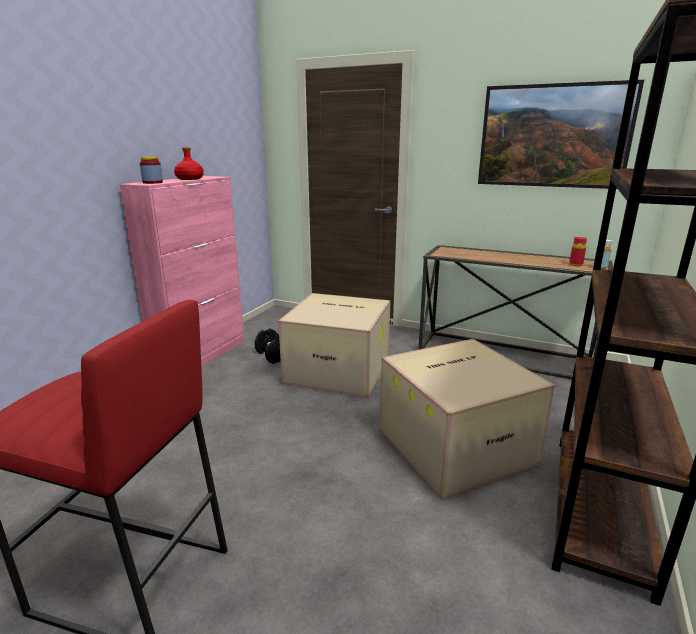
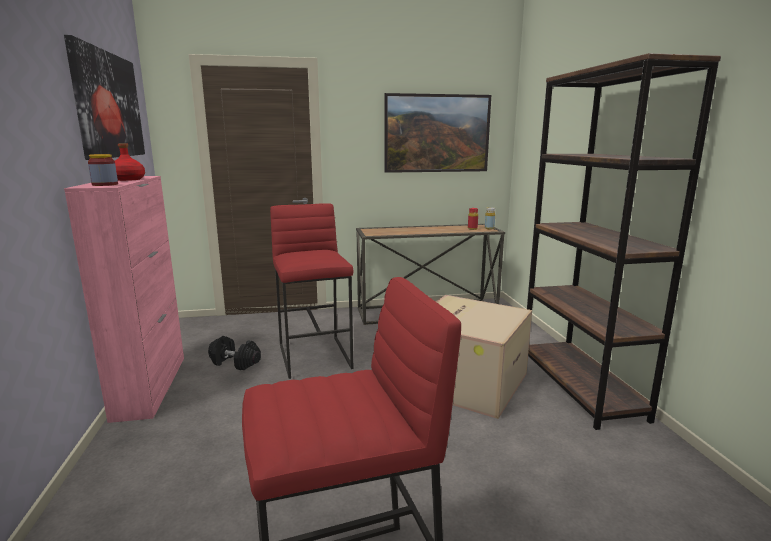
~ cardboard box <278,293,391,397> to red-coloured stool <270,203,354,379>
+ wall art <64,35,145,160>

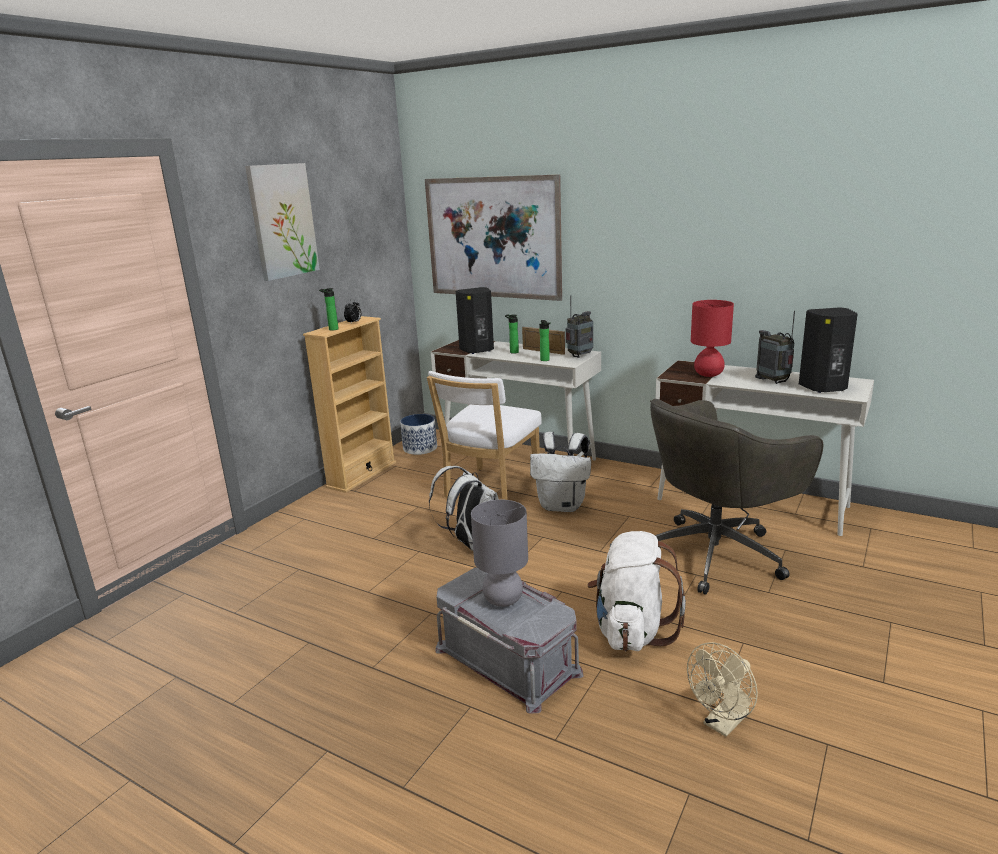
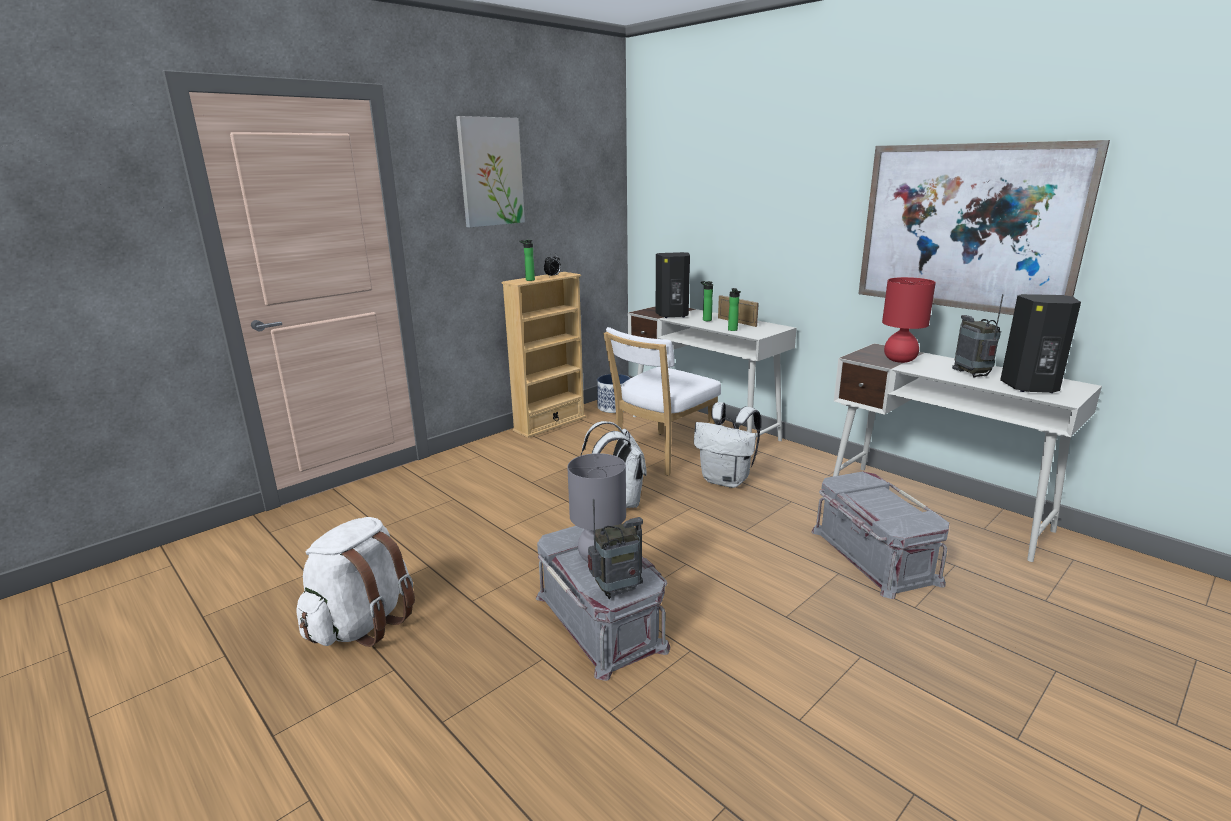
~ wall art <425,174,562,301> to <858,140,1110,315>
~ radio set <566,295,593,358> to <588,499,643,599>
~ greyish desk chair <650,399,823,595> to greyish storage box <811,471,949,599>
~ white-coloured rucksack <587,531,686,651> to <296,517,415,647>
- beige-coloured fan <687,642,758,737>

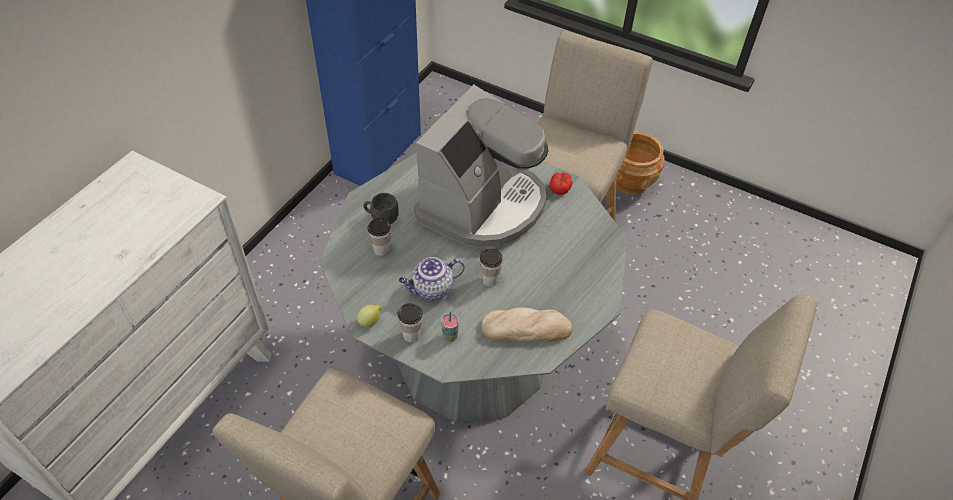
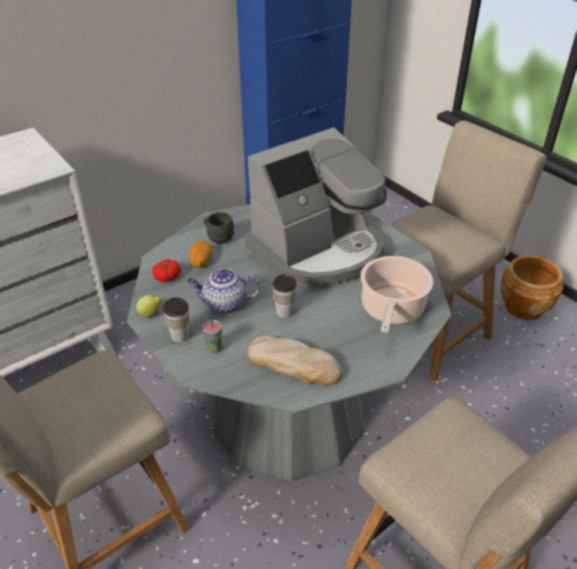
~ tomato <549,173,573,195> to <152,259,181,282>
~ drinking cup <367,218,391,256> to whole potato <190,241,212,268>
+ stockpot <360,256,433,333>

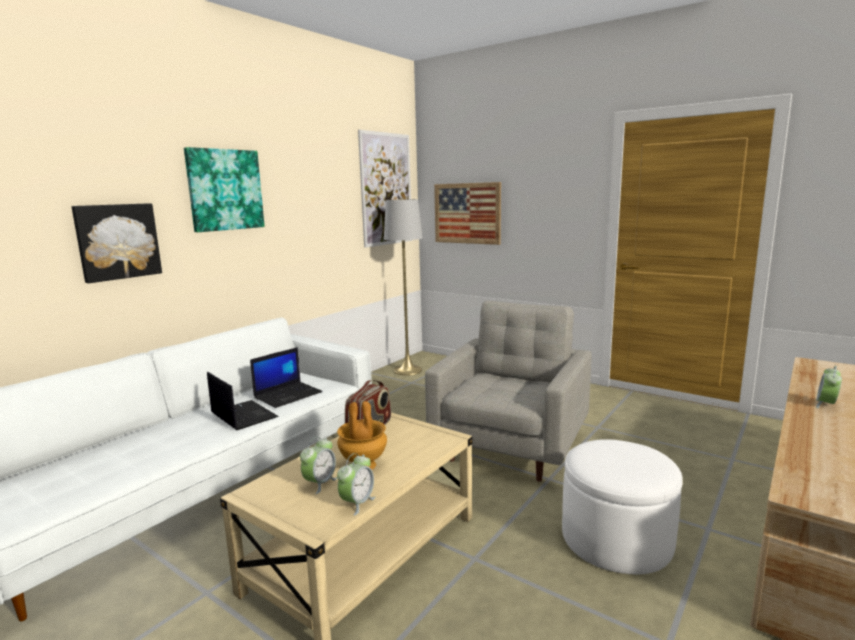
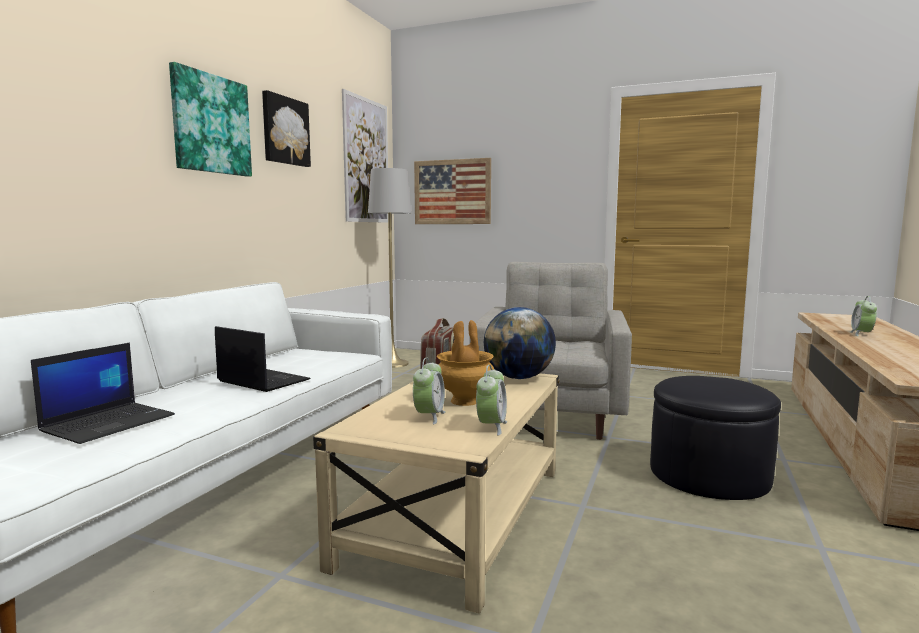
~ wall art <72,203,162,283> to <262,90,311,167>
~ notebook computer <250,347,323,408> to <31,343,175,444>
~ white-coloured footrest <562,439,683,574> to blackish footrest <650,376,781,500>
+ desk globe <484,307,556,379>

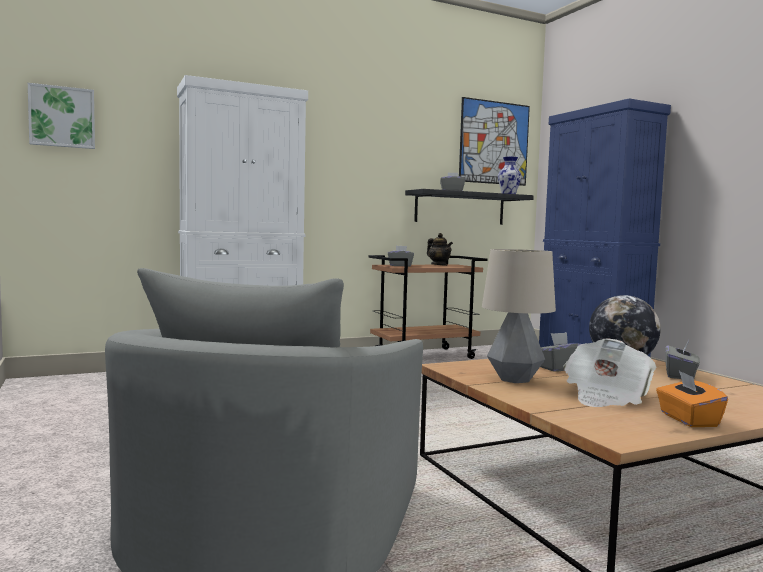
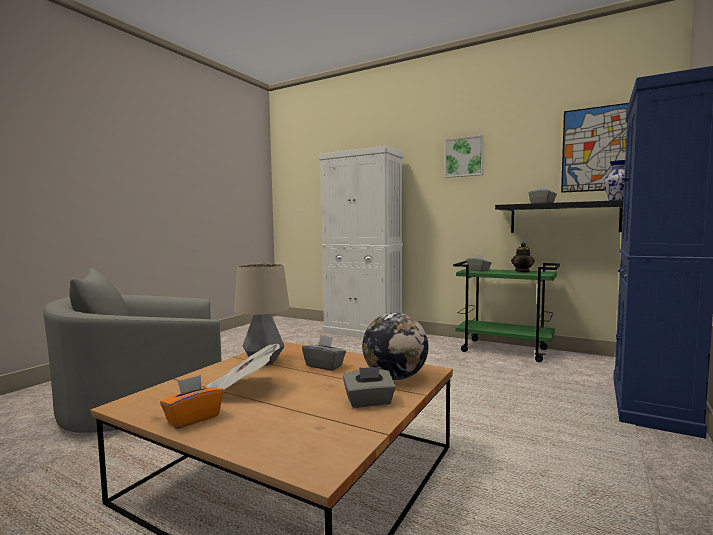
~ wall art <28,83,95,149> to <445,135,484,178>
~ brown cart <368,255,487,359> to green cart <453,261,560,362>

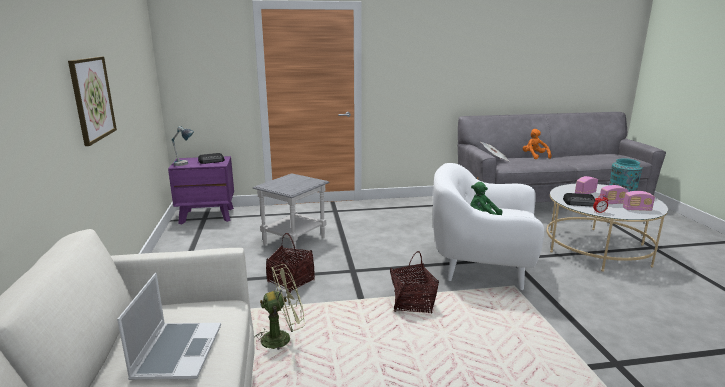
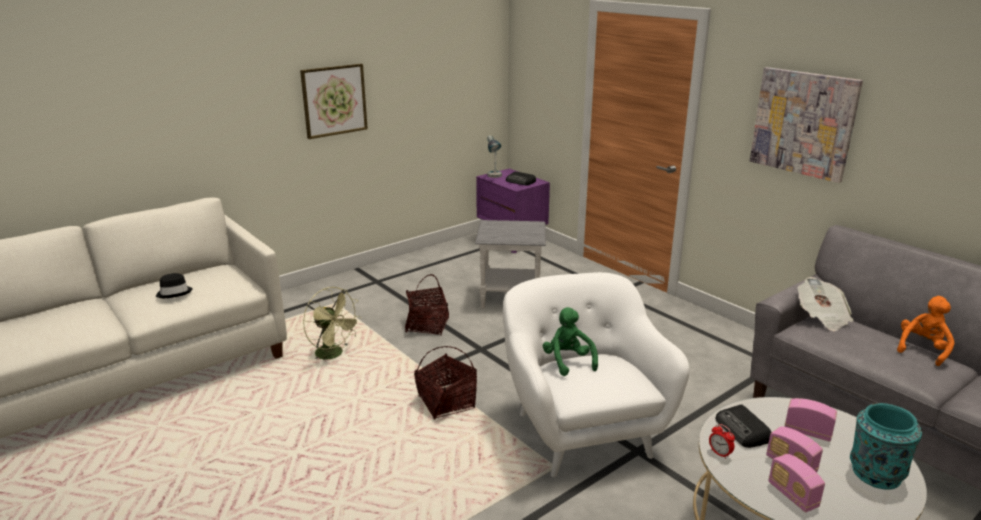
~ notebook computer <117,273,221,380> to blackish clothing hat <156,273,193,298>
+ wall art <750,67,863,183>

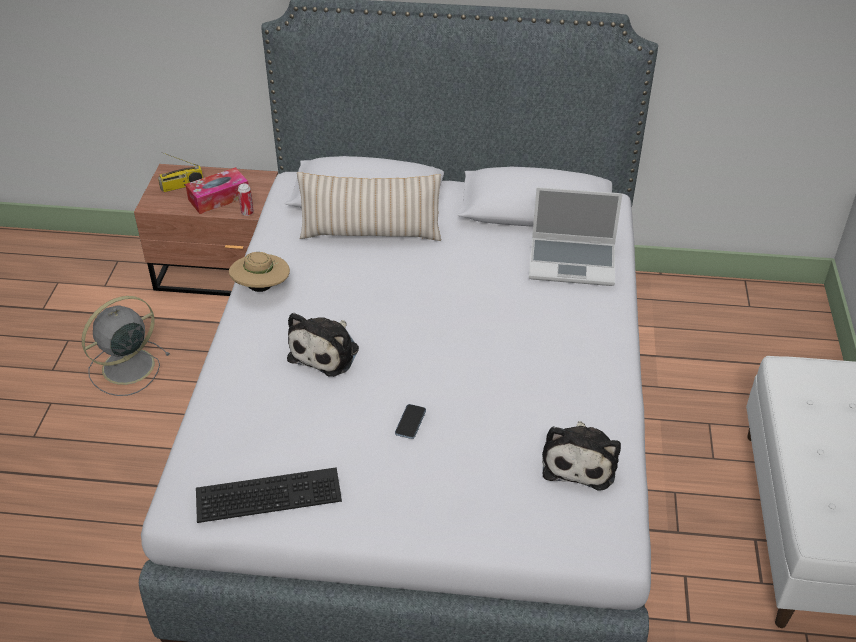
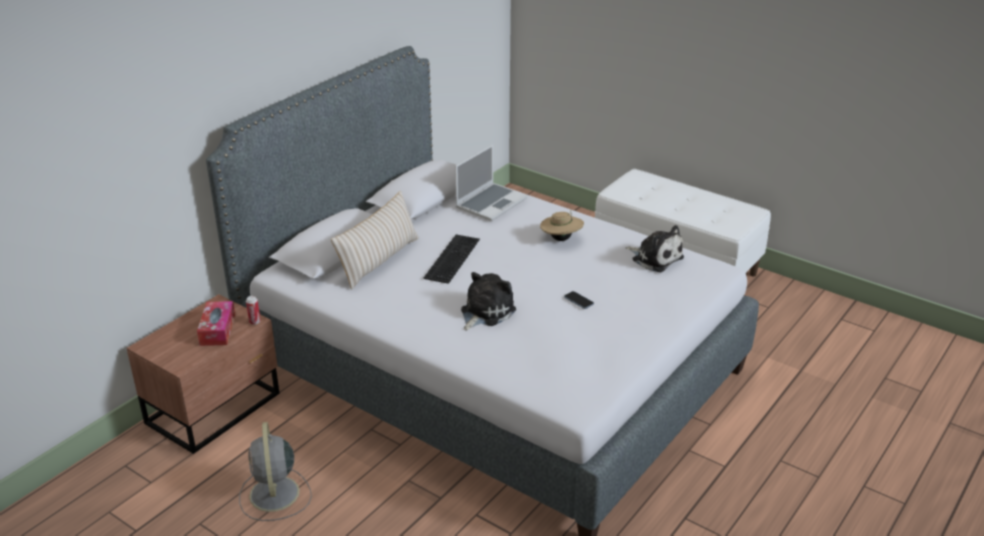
- radio set <158,152,203,192>
~ beige-coloured clothing hat <229,252,290,292> to <540,209,584,241>
~ cuddly toy <287,313,359,377> = <461,272,516,331> 105 degrees counterclockwise
~ computer keyboard <196,467,342,523> to <423,235,480,284>

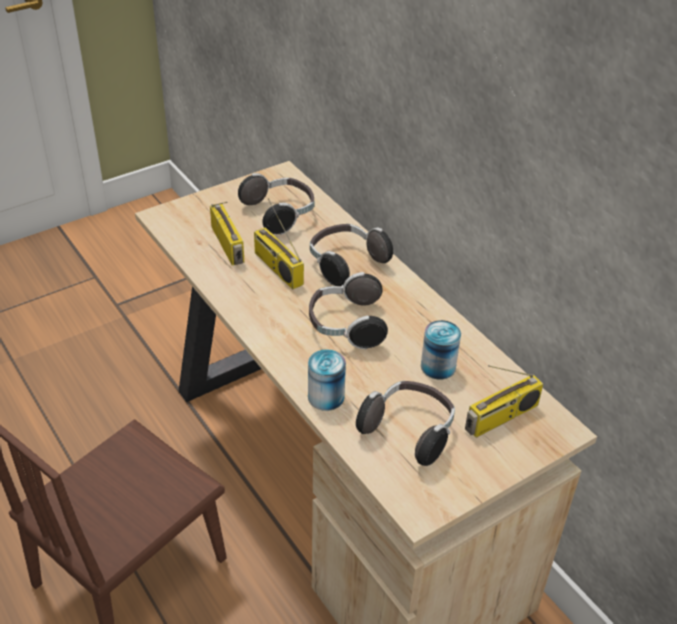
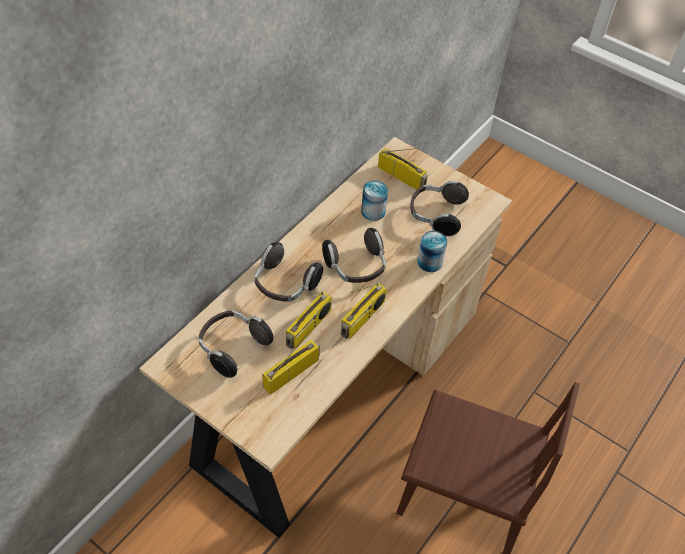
+ radio set <341,282,387,339>

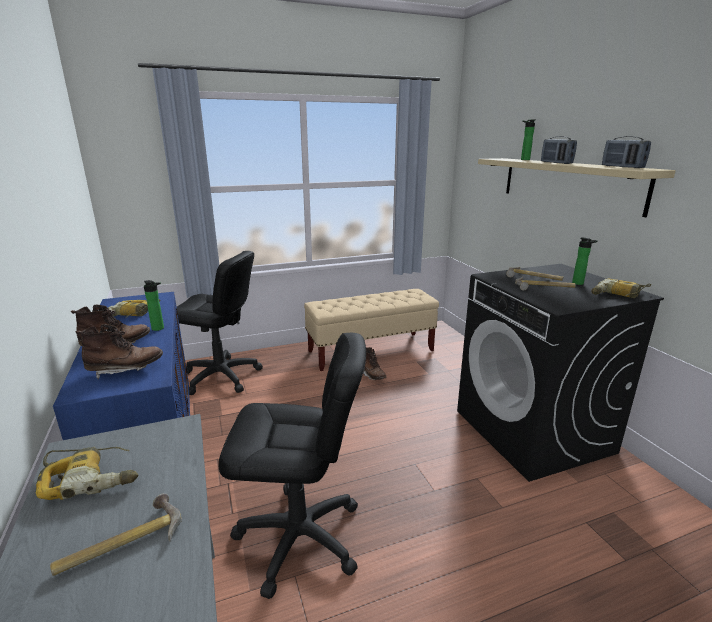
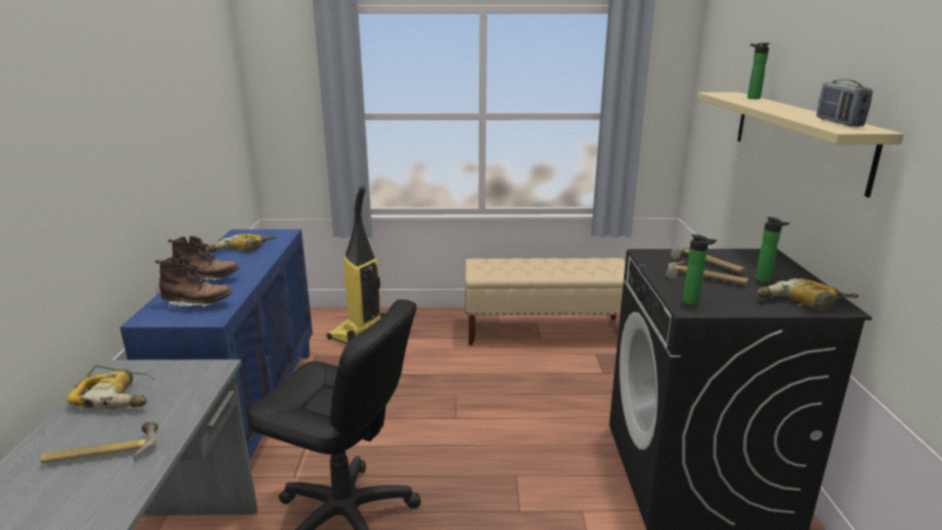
- radio set <541,136,577,164>
~ blackish desk chair <177,251,263,395> to vacuum cleaner <327,186,385,344>
~ beverage bottle <144,280,164,331> to <683,235,717,305>
- brown high-top boot <363,347,386,380>

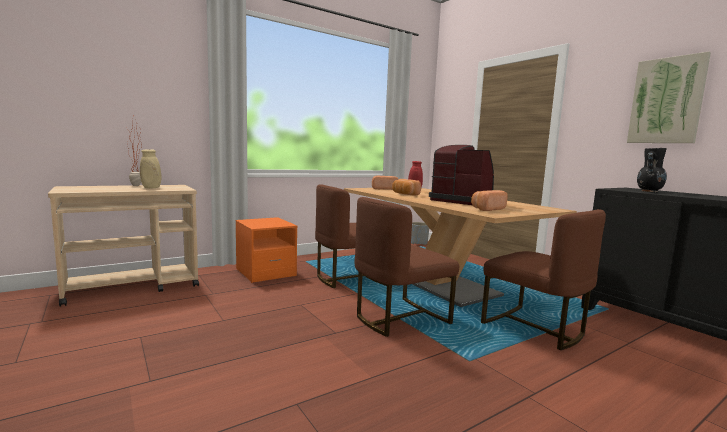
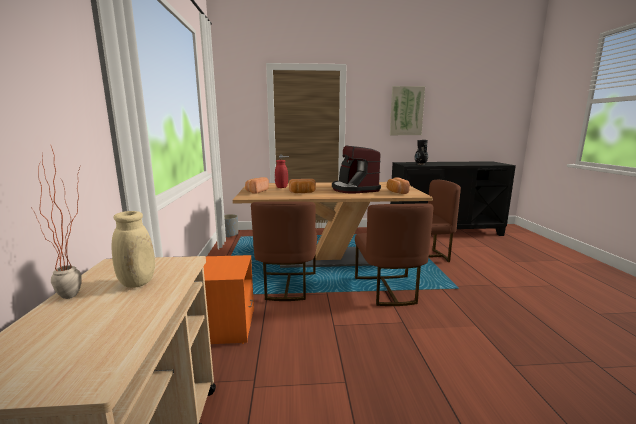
~ coffee brewer <429,145,494,205> = <332,146,381,193> 90 degrees counterclockwise

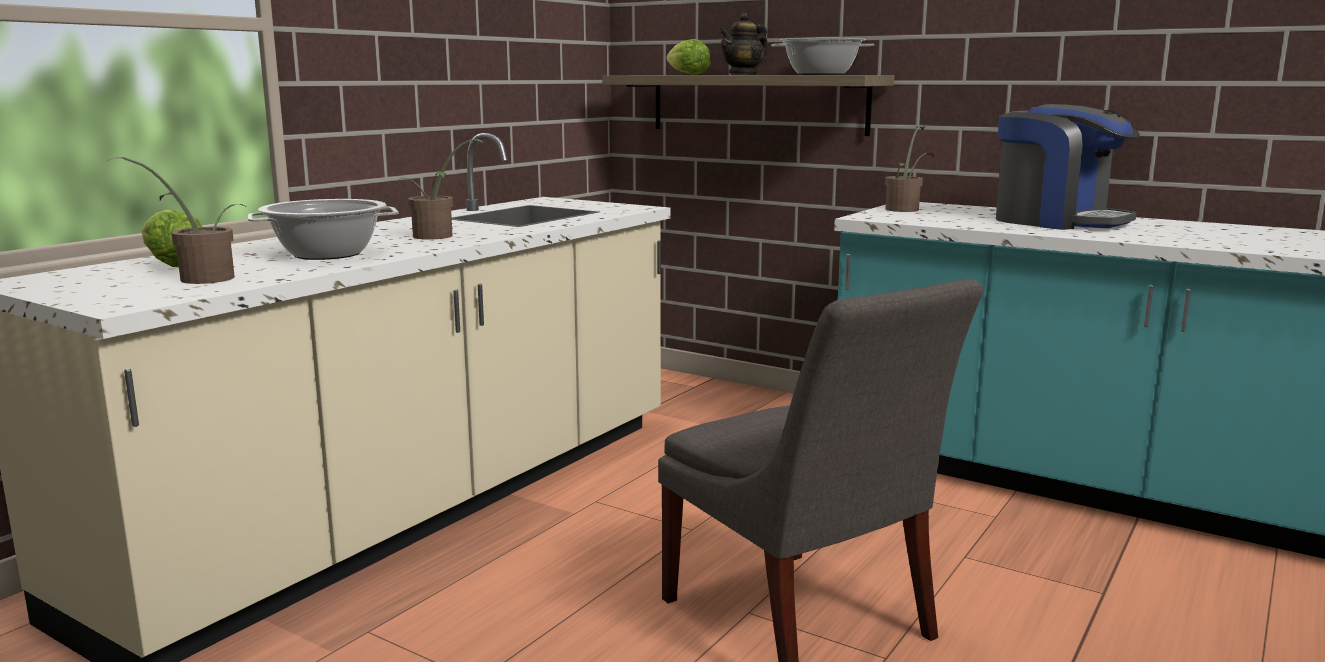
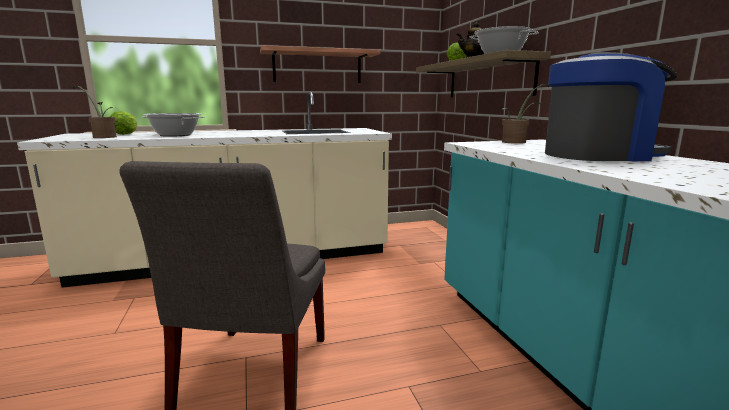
~ coffee brewer <996,104,1140,230> = <545,52,678,161> 90 degrees counterclockwise
- houseplant <395,139,485,240>
+ wall shelf <260,45,381,83>

